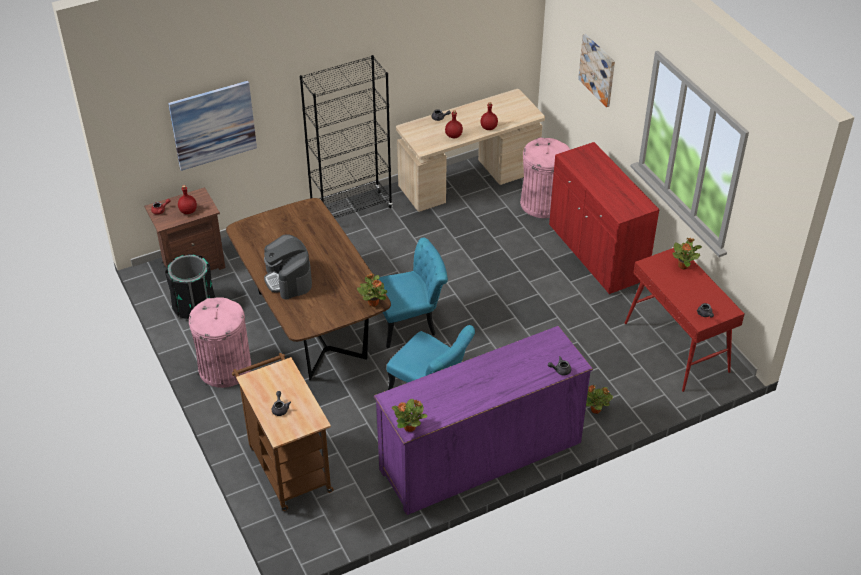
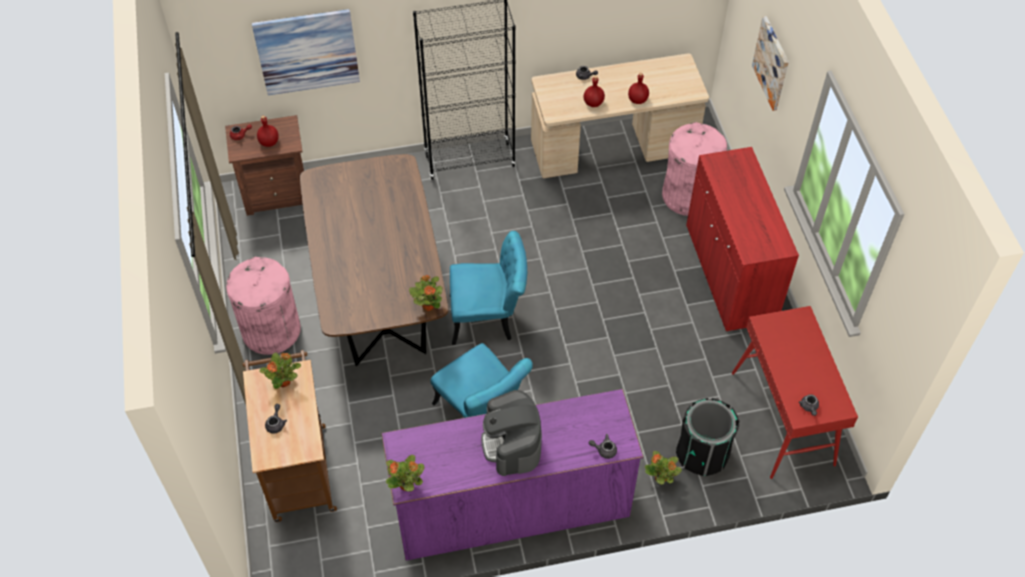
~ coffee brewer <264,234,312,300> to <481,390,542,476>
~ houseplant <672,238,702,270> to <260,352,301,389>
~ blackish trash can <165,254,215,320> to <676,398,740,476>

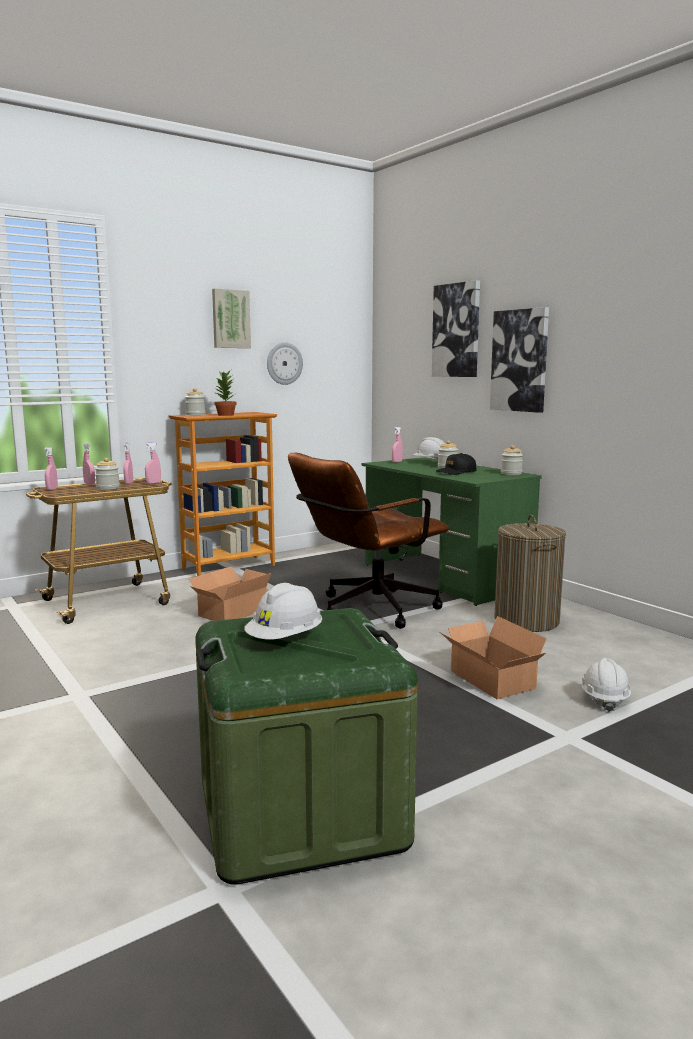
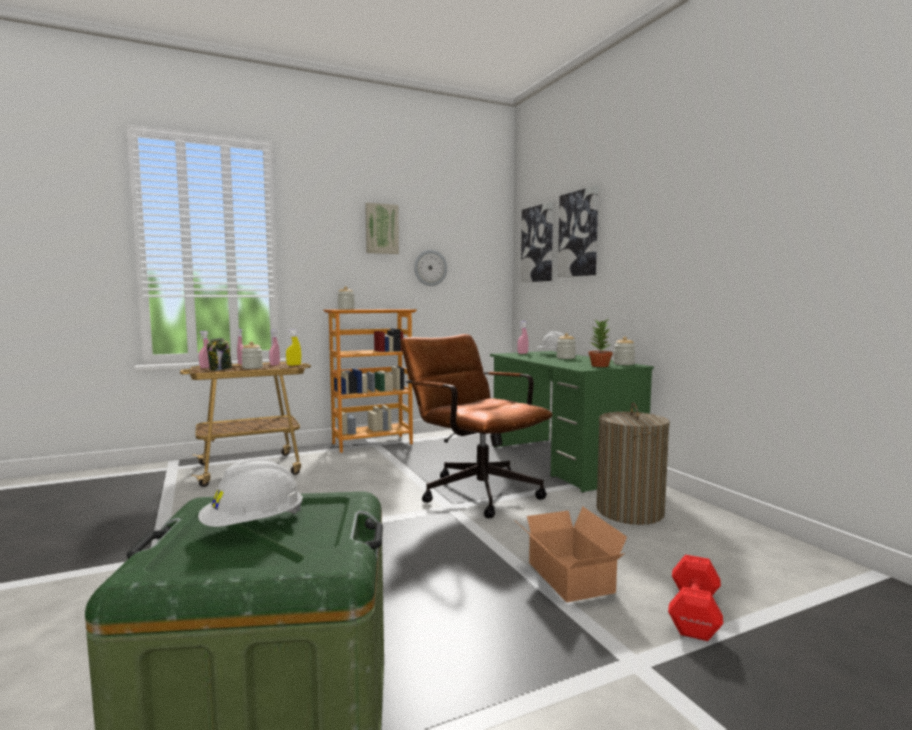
~ wall art <490,307,549,413> to <521,202,553,282>
~ houseplant <213,370,237,416> to <588,319,613,367>
~ pink-coloured sprayer <145,442,161,484> to yellow-coloured sprayer <286,329,301,366>
~ brown desk chair <288,453,449,629> = <400,334,553,518> 75 degrees clockwise
- blackish baseball cap <436,453,476,475>
- cardboard box <188,567,271,621>
~ white-coloured work helmet <581,658,631,712> to red-coloured dumbbell <668,555,723,641>
+ storage jar <207,338,232,371>

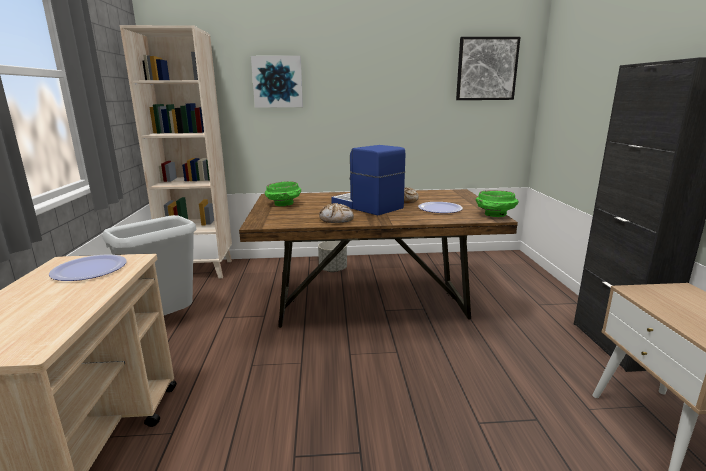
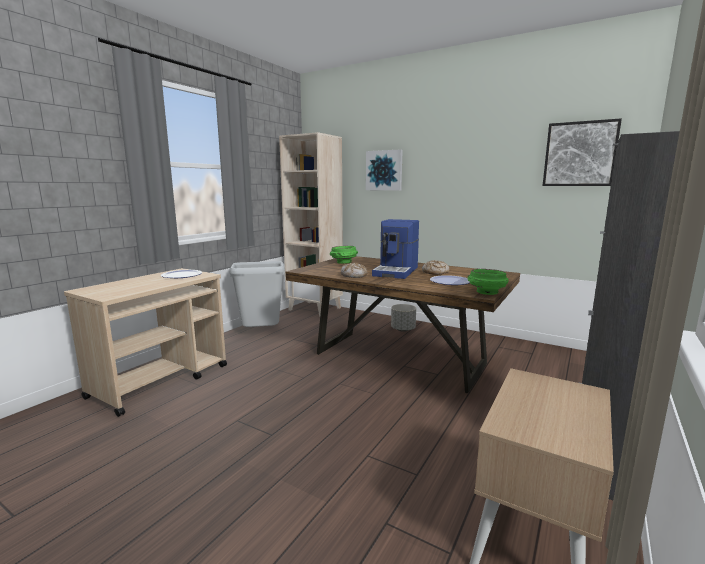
~ coffee brewer <331,145,405,216> = <372,219,419,279> 150 degrees counterclockwise

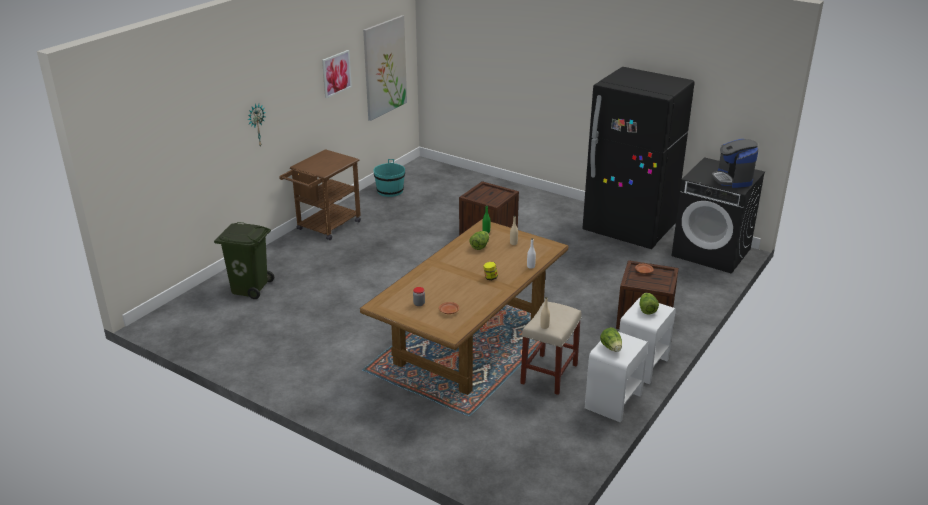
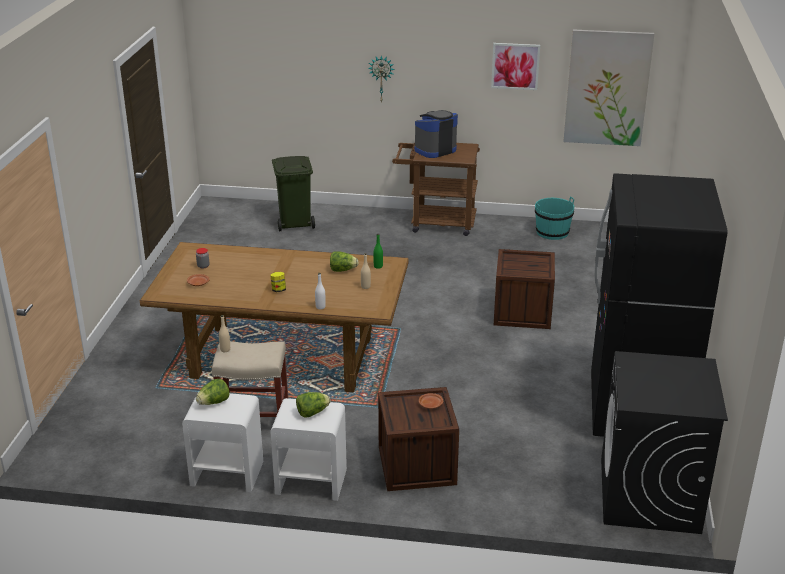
~ coffee brewer <712,139,759,188> to <415,110,458,158>

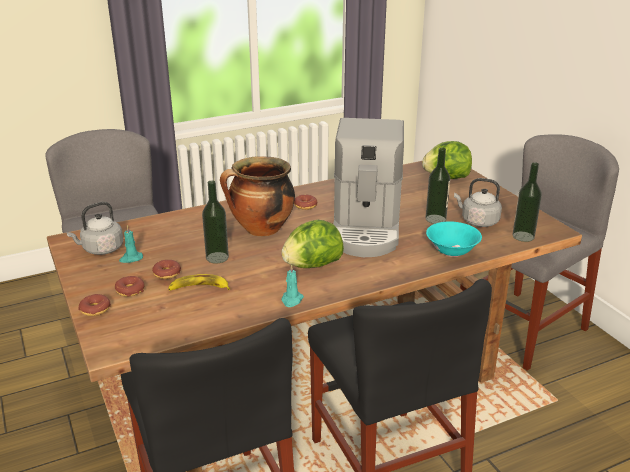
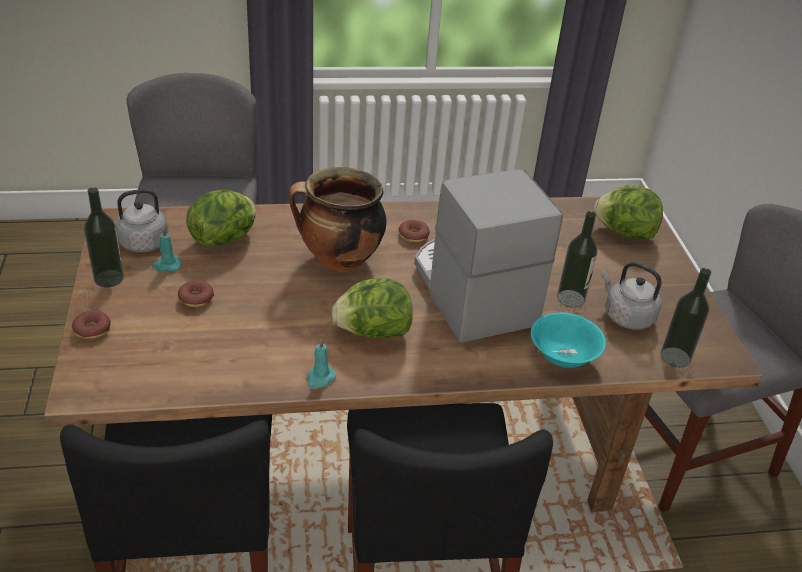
~ coffee brewer <333,118,404,257> = <414,169,563,343> 135 degrees clockwise
~ beverage bottle <202,180,229,264> to <84,187,124,288>
- banana fruit <168,274,230,290>
- donut <115,276,144,297>
+ lettuce <186,190,256,247>

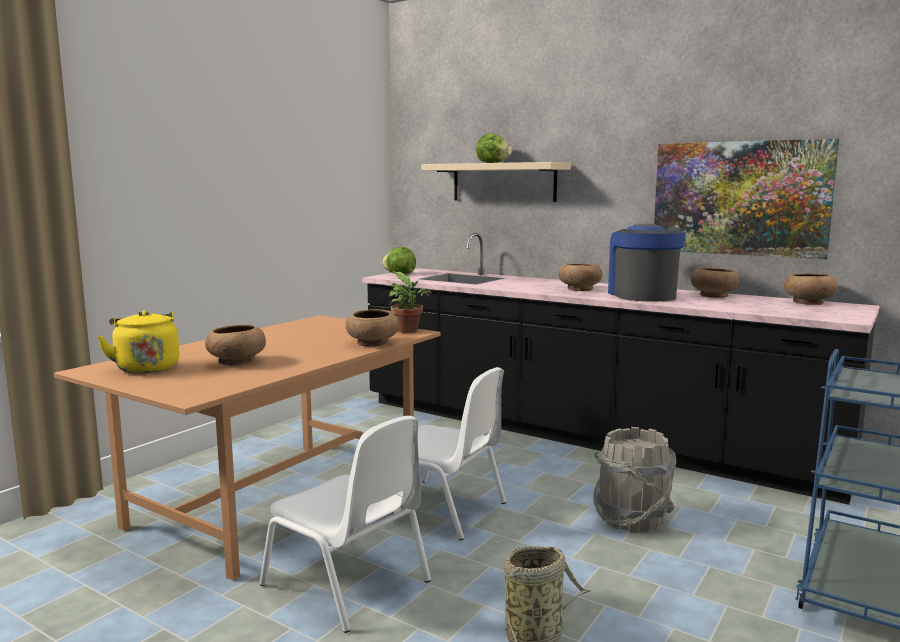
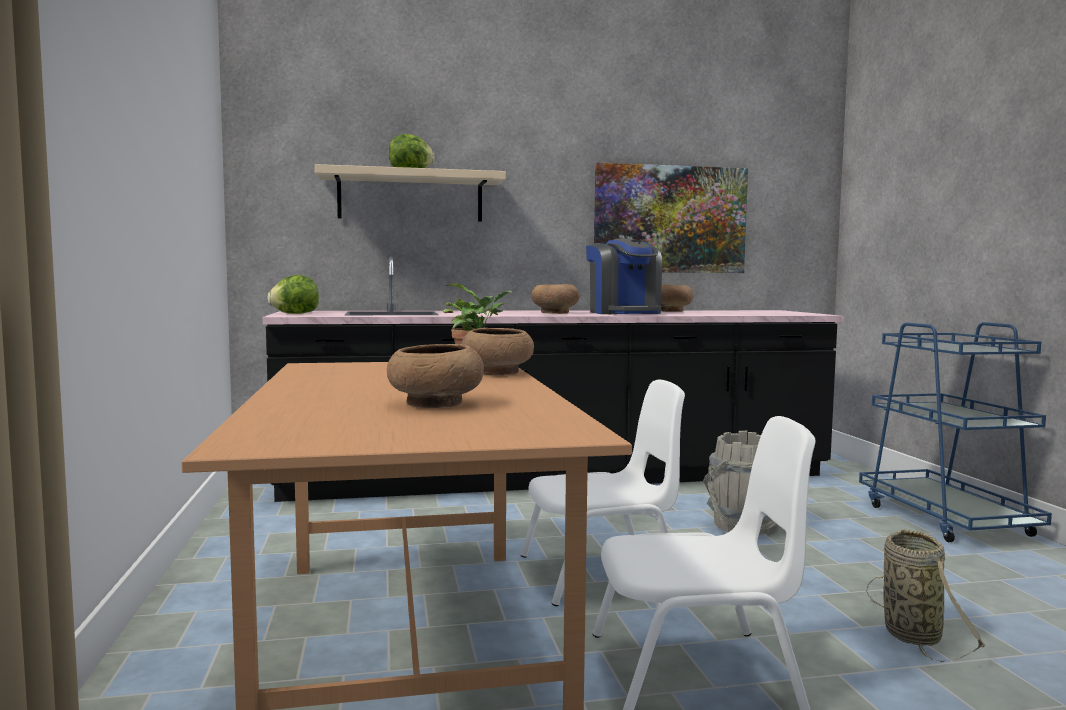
~ coffee brewer <608,224,686,301> = <586,238,662,314> 150 degrees counterclockwise
- brown deep dish <784,273,838,305>
- yellow-coloured water kettle <97,311,179,373>

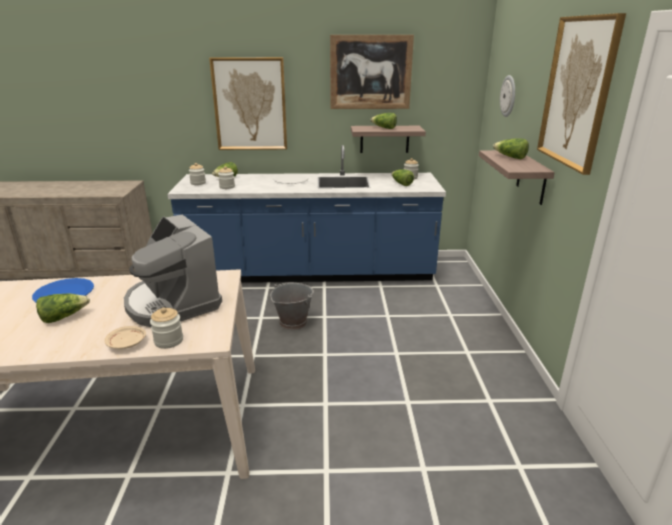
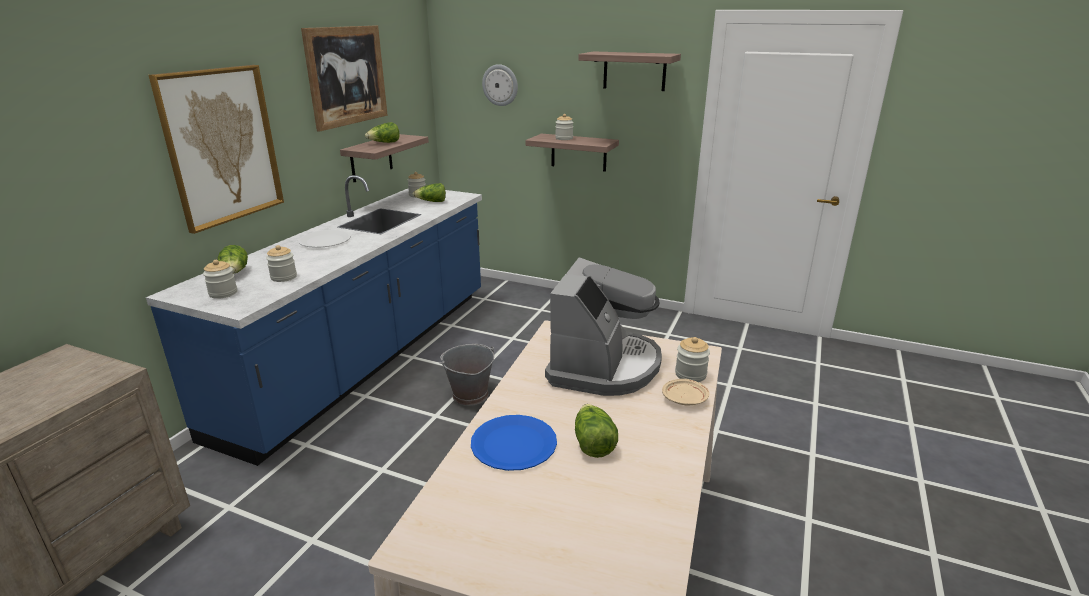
~ wall art <537,13,626,175> to wall shelf <578,51,681,91>
~ lettuce <493,138,529,159> to storage jar <555,114,573,140>
~ coffee brewer <124,215,222,327> = <545,257,662,396> 60 degrees counterclockwise

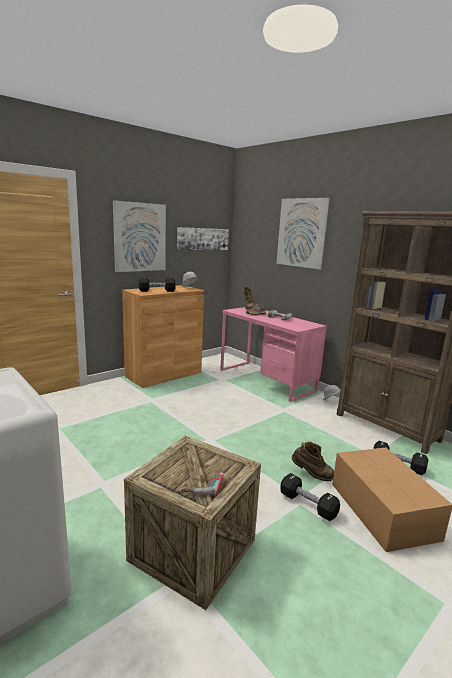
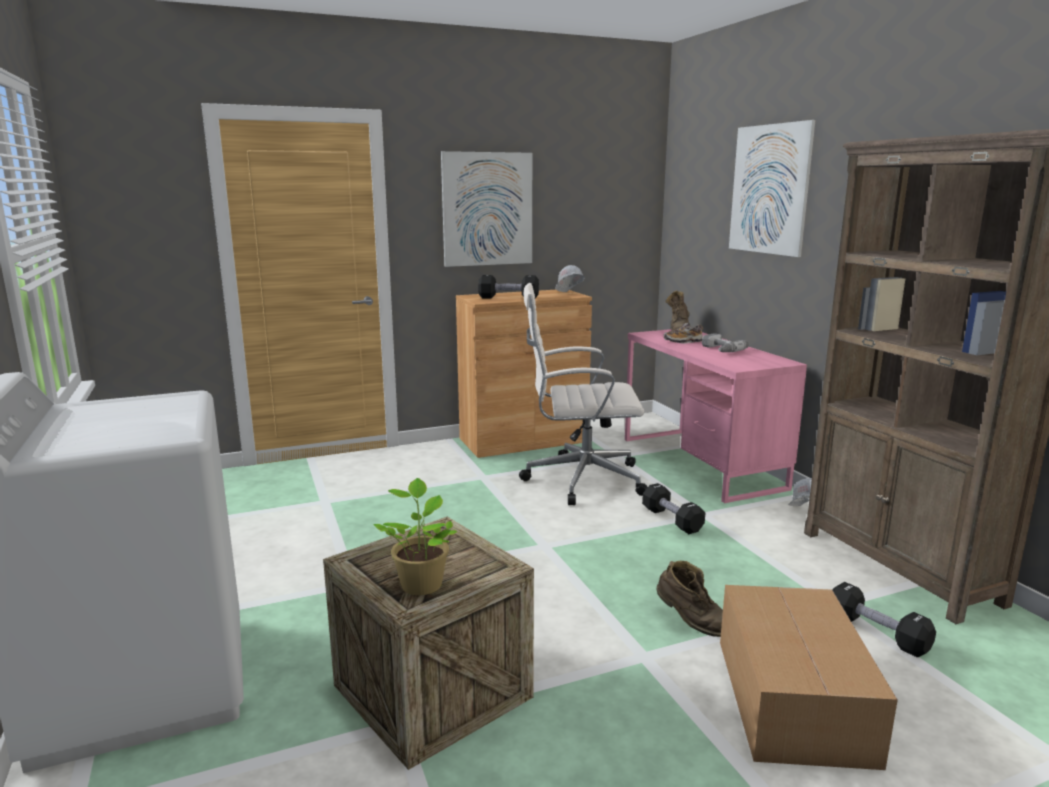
- wall art <177,227,229,250>
~ electric drill <176,472,224,496> to houseplant <374,478,457,595>
~ blackish dumbbell <280,473,340,521> to <642,483,705,534>
+ white-coloured desk chair <519,283,648,505>

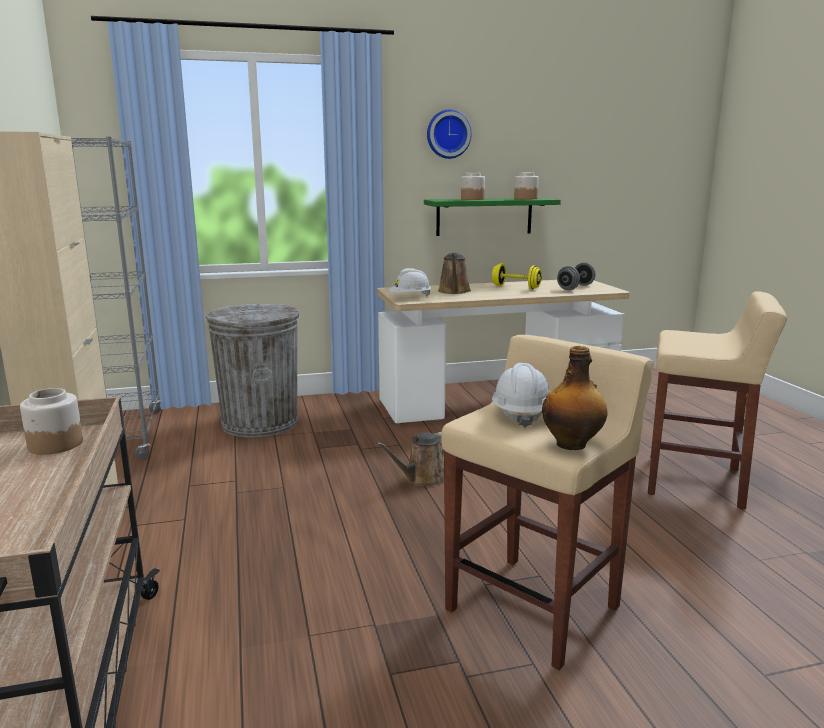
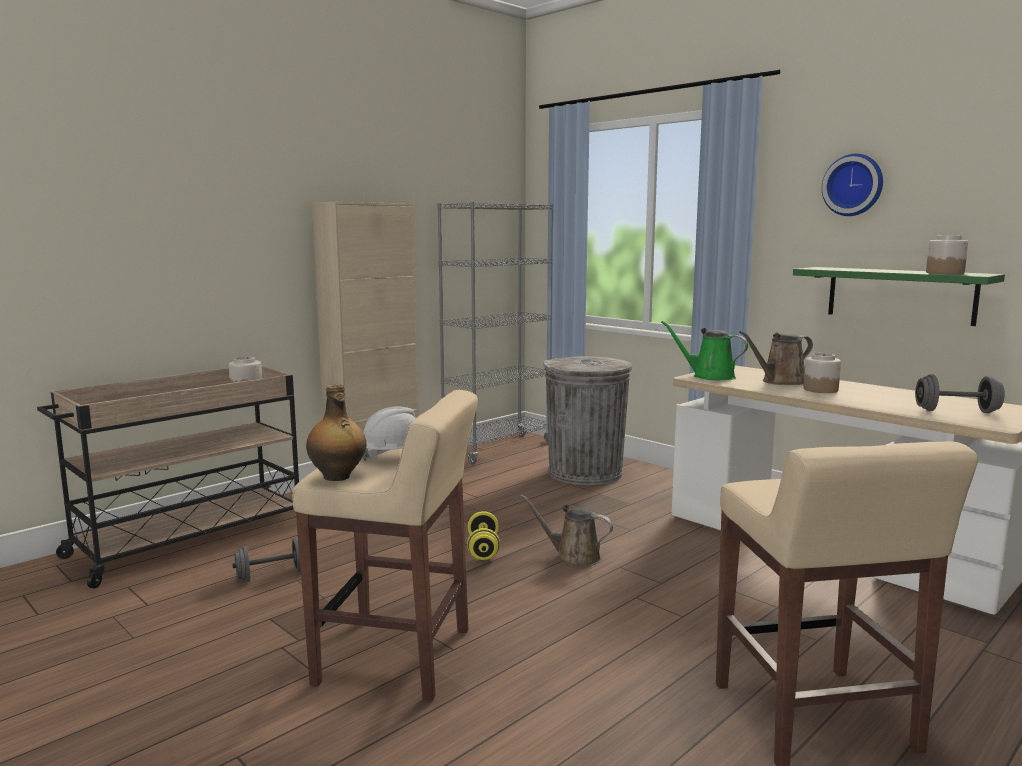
~ storage jar <461,173,485,200> to <803,353,841,393>
~ yellow-coloured dumbbell <492,263,542,289> to <467,511,500,560>
~ white-coloured work helmet <389,268,431,296> to green sprinkling can <661,321,748,380>
+ greyish dumbbell <233,538,301,582>

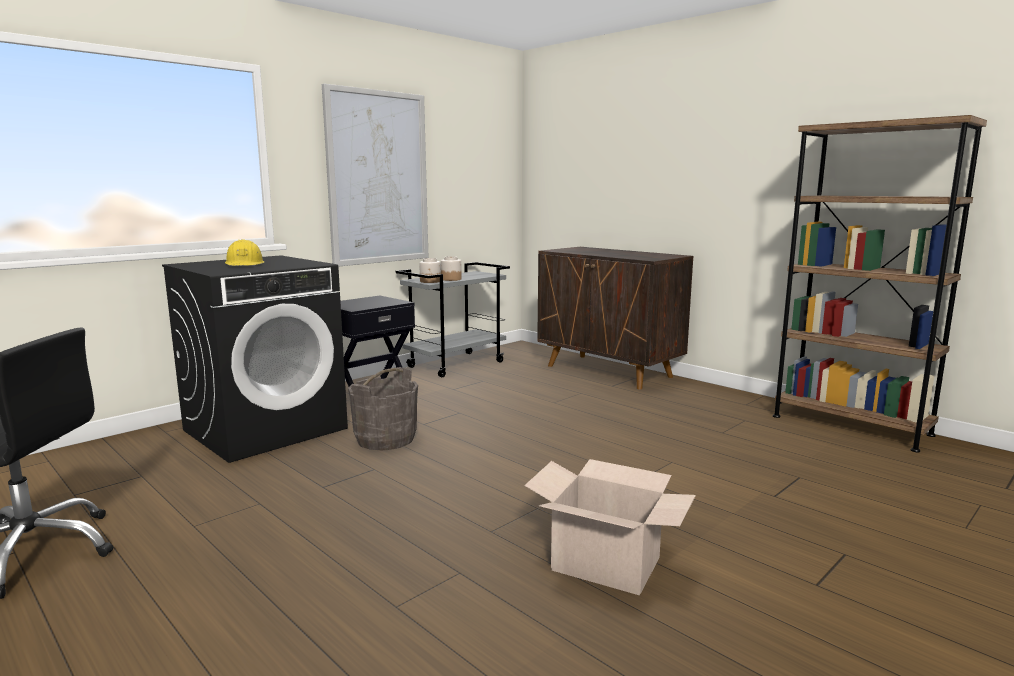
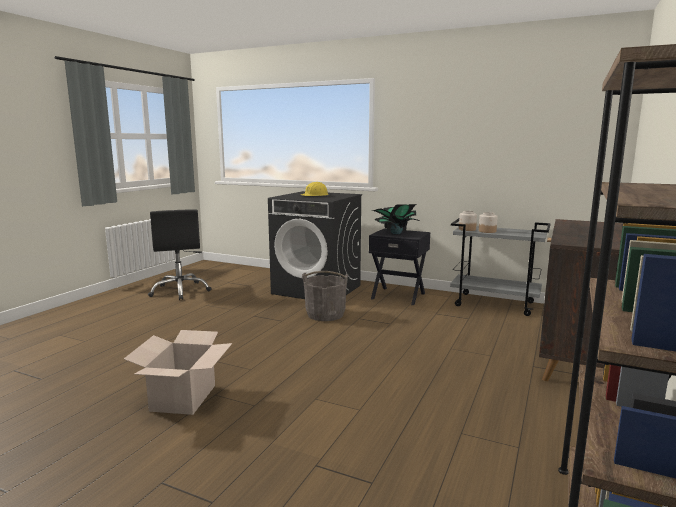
- wall art <322,84,428,267>
+ houseplant <372,204,419,234>

